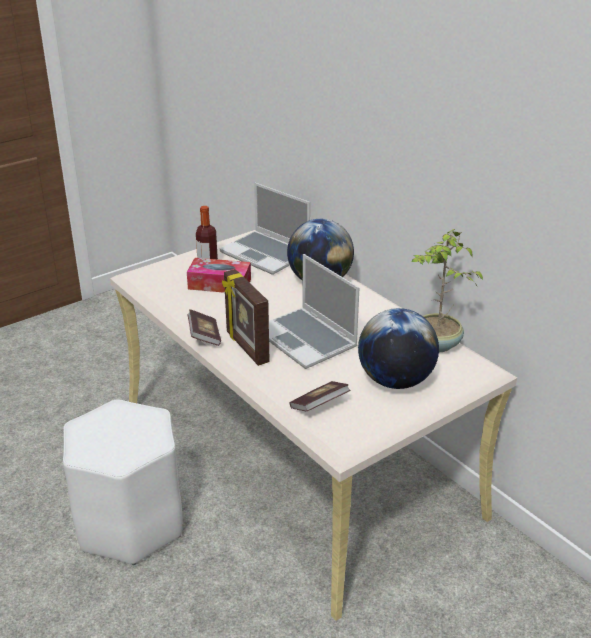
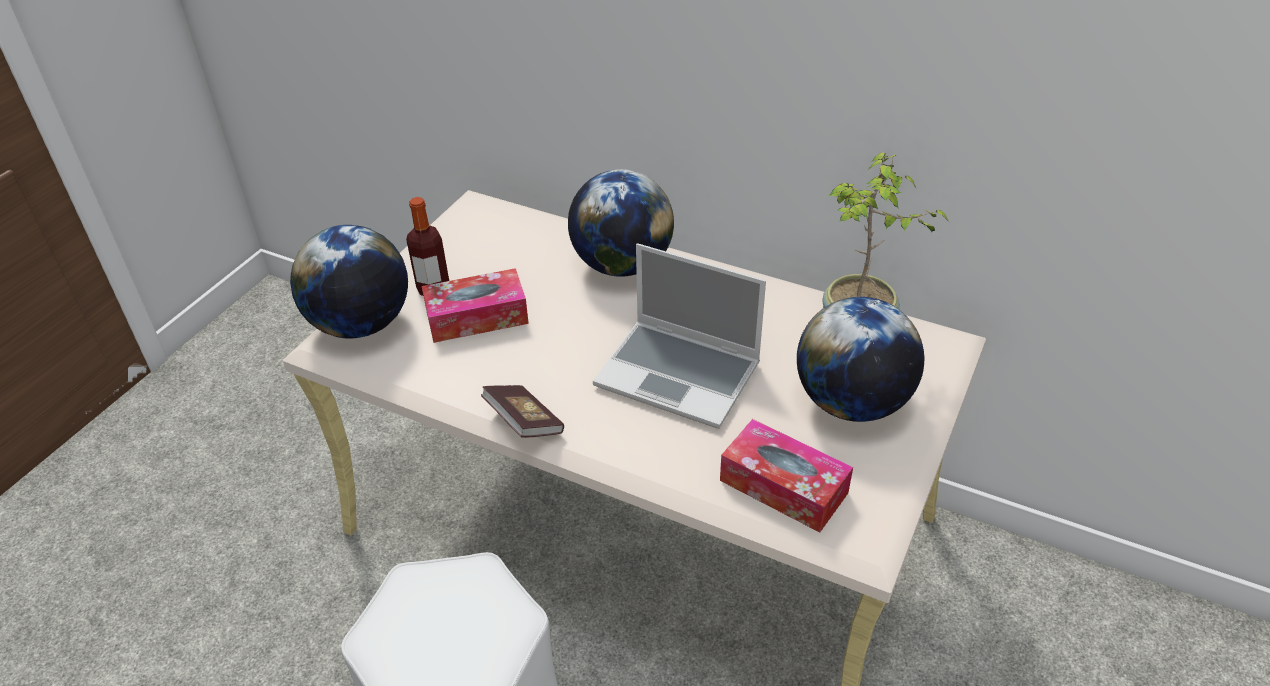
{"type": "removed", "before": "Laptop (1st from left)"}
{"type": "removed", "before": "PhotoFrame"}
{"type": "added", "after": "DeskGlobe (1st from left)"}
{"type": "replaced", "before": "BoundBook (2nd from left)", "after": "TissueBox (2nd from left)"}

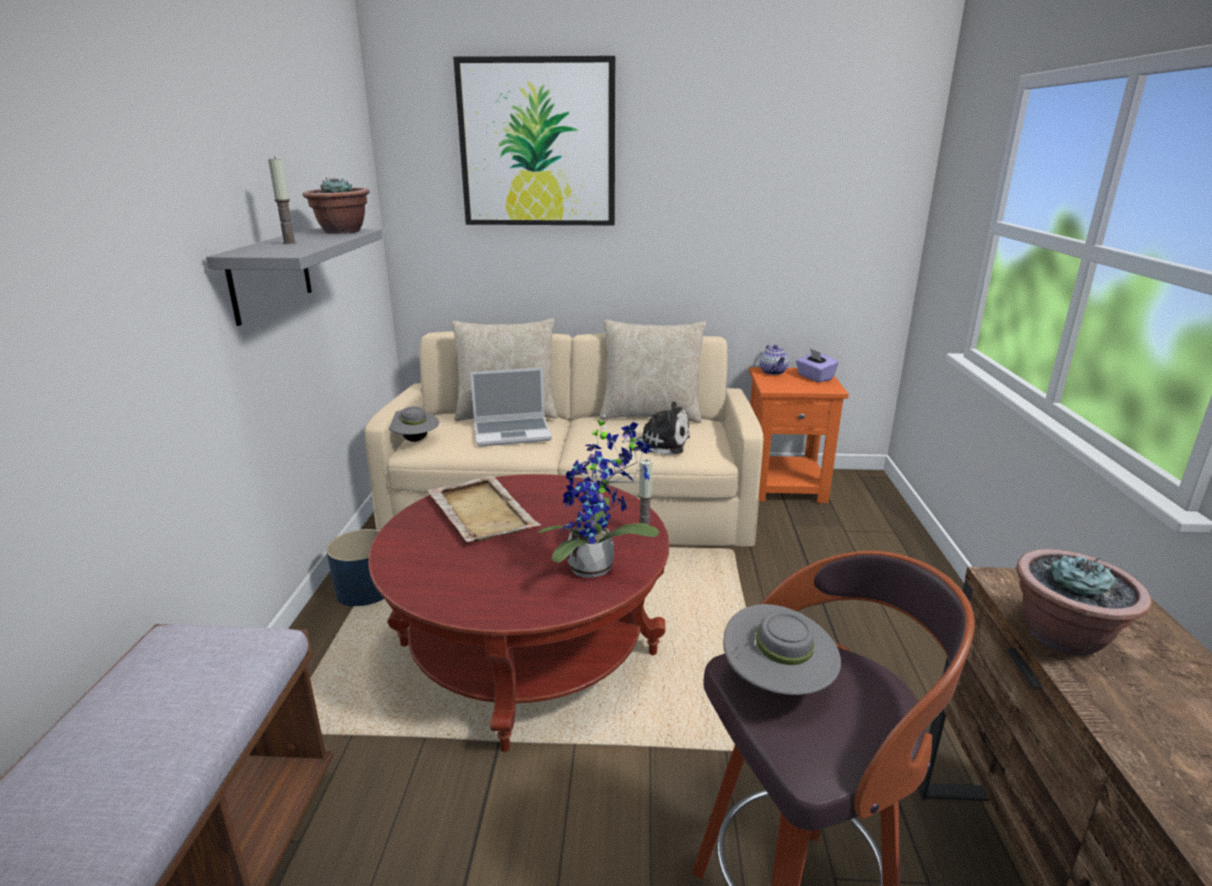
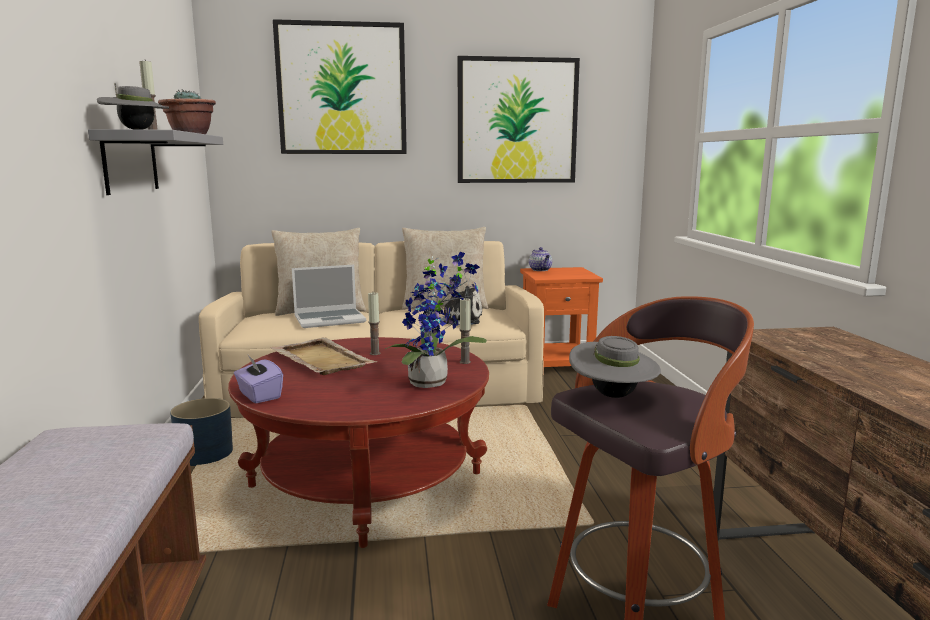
{"type": "removed", "before": "PlantInAPot (3rd from left)"}
{"type": "added", "after": "Candle (2nd from left)"}
{"type": "added", "after": "WallArt (2nd from left)"}
{"type": "moved", "before": "GreyClothingHat (1st from left)"}
{"type": "moved", "before": "PurplishTissueBox"}

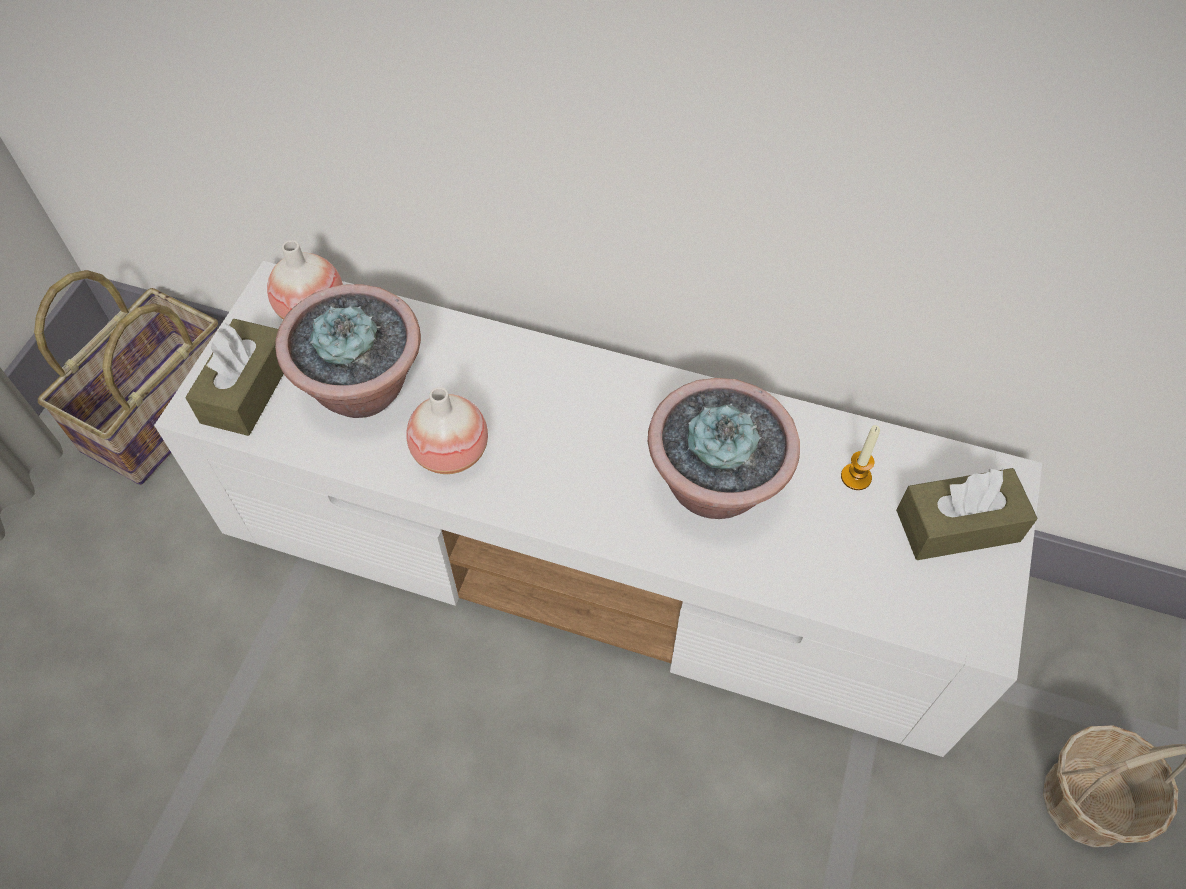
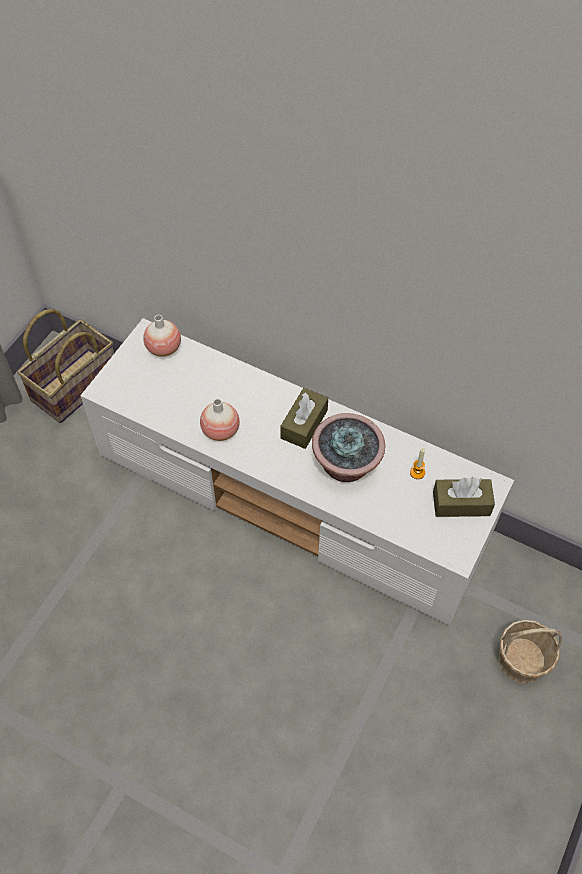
{"type": "removed", "before": "PlantInAPot (1st from left)"}
{"type": "moved", "before": "BrownishTissueBox (1st from left)"}

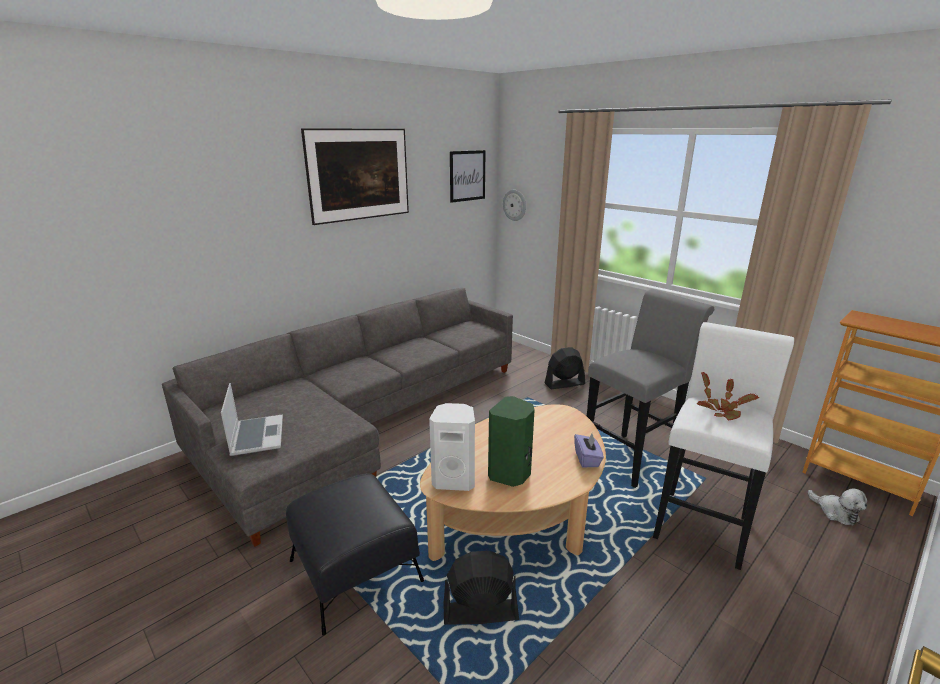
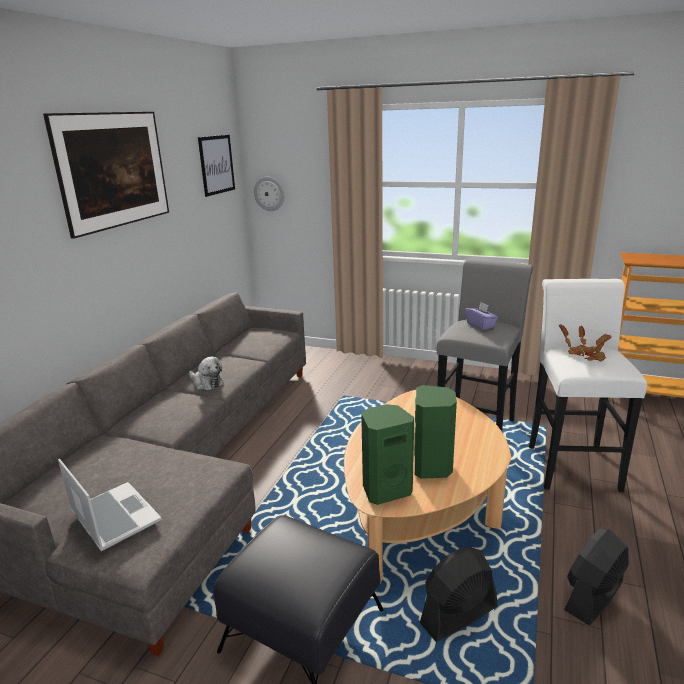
{"type": "moved", "before": "BlackColouredElectricFan (2nd from left)"}
{"type": "moved", "before": "PurplishTissueBox"}
{"type": "moved", "before": "SoftToy"}
{"type": "recoloured", "before": "WhiteColouredSpeaker", "after": "GreenSpeaker (1st from left)"}

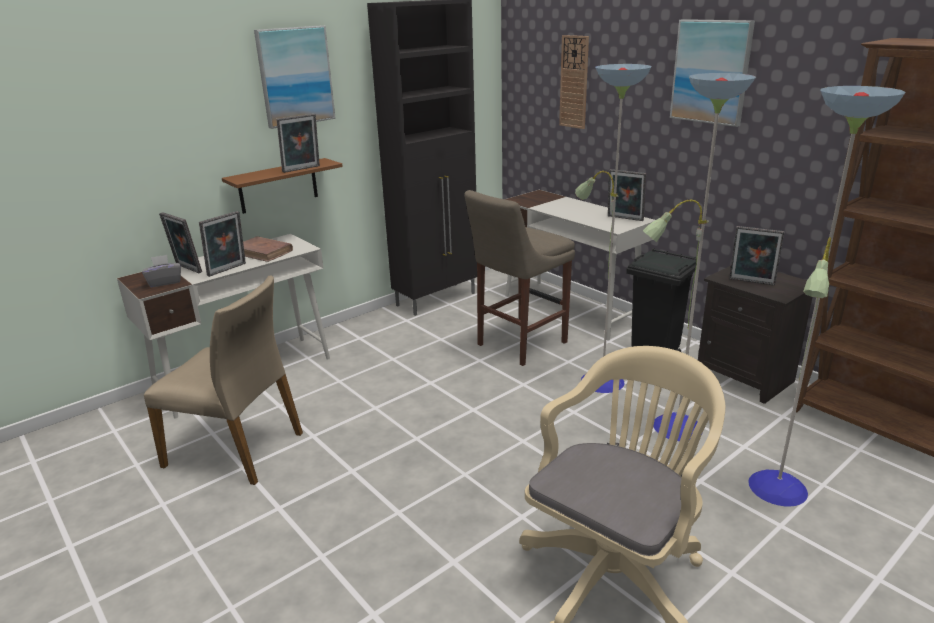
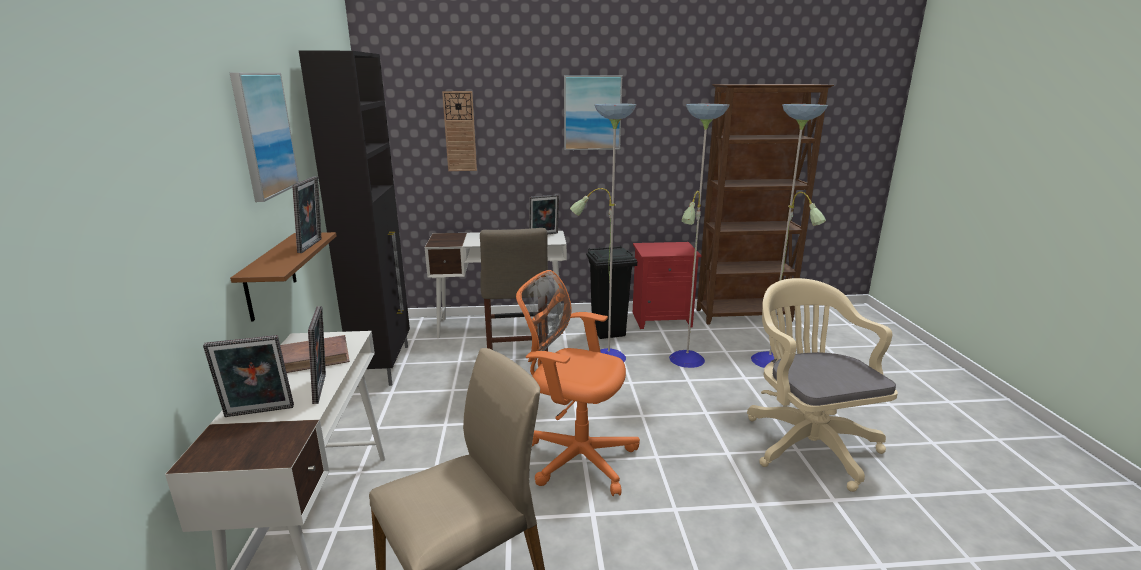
{"type": "removed", "before": "GreyTissueBox"}
{"type": "removed", "before": "PhotoFrame (5th from left)"}
{"type": "added", "after": "OrangeyDeskChair"}
{"type": "recoloured", "before": "BlackColouredNightTable", "after": "RedColouredNightTable"}

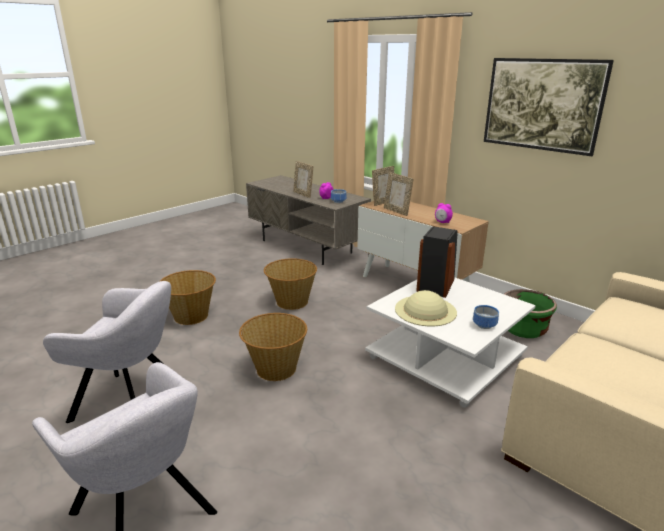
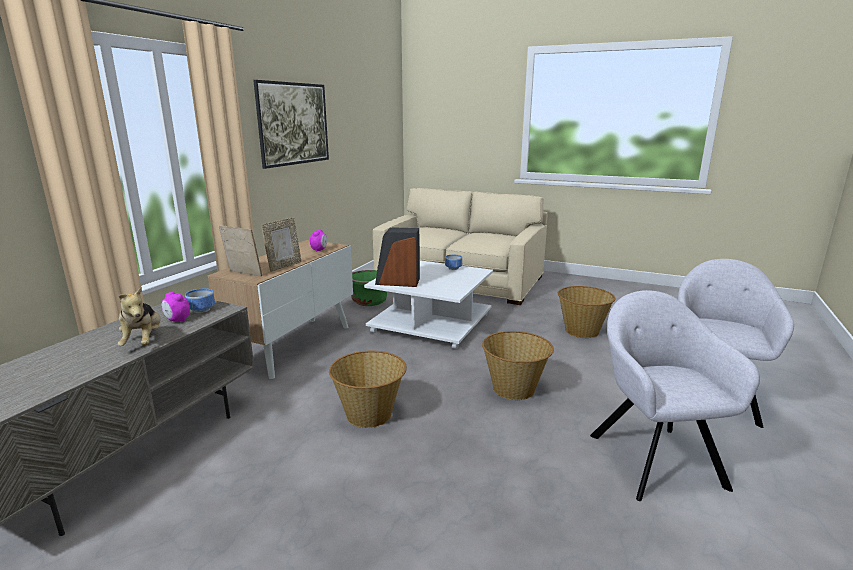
{"type": "removed", "before": "BeigeColouredClothingHat"}
{"type": "moved", "before": "HouseholdBasket (1st from left in the first image)", "after": "HouseholdBasket (3rd from left)"}
{"type": "replaced", "before": "PhotoFrame (1st from left)", "after": "SoftToy"}

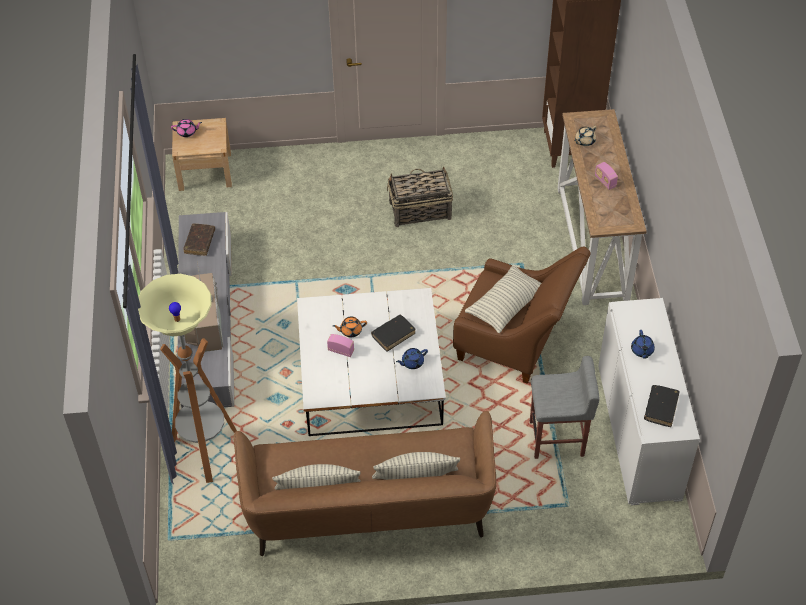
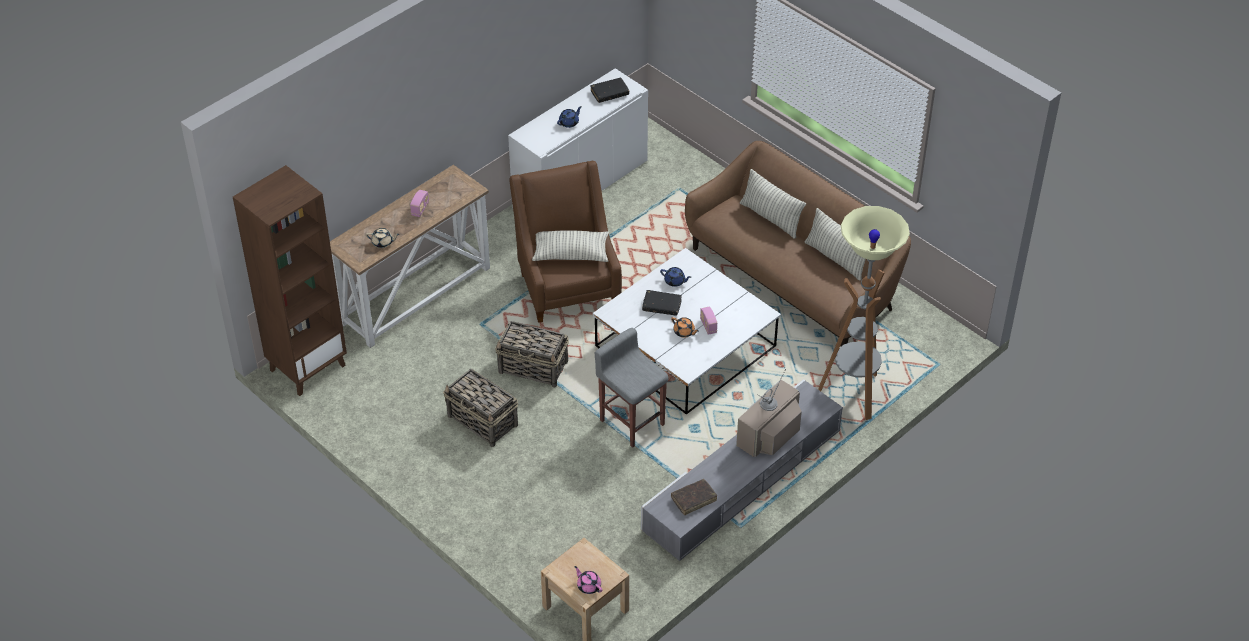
{"type": "added", "after": "HouseholdBasket (2nd from left)"}
{"type": "moved", "before": "GreyStool"}

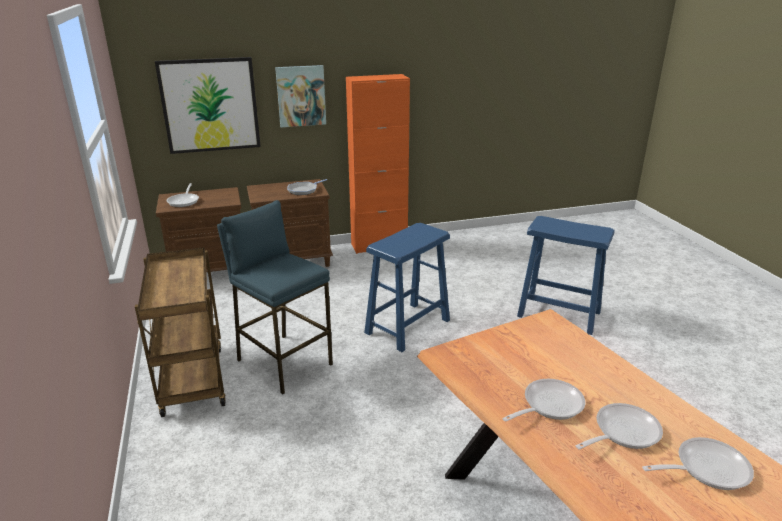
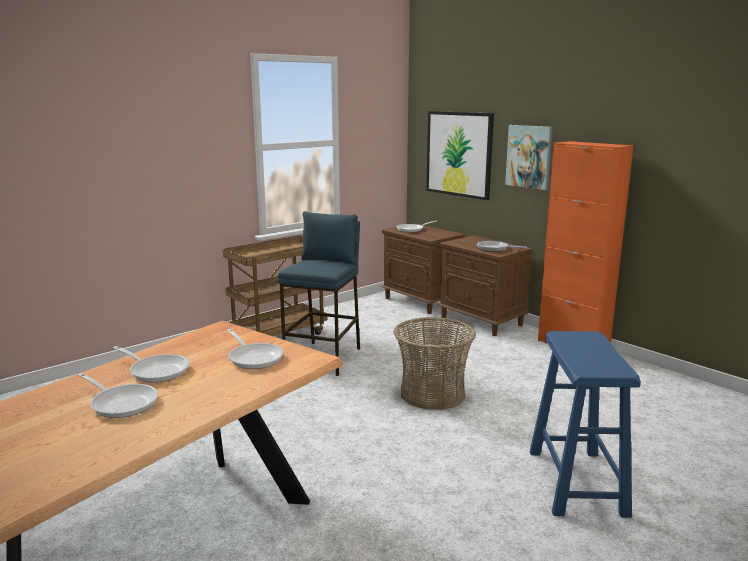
{"type": "moved", "before": "Skillet (5th from left in the first image)", "after": "Skillet (3rd from left)"}
{"type": "replaced", "before": "BlueColouredStool (2nd from left)", "after": "HouseholdBasket"}

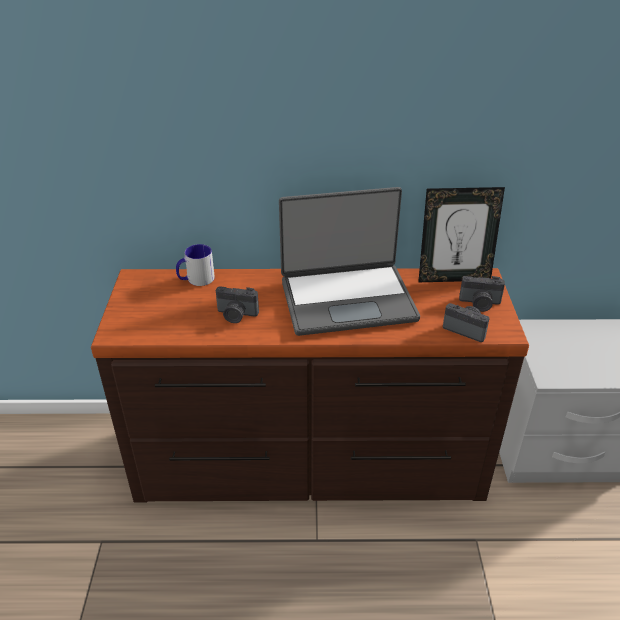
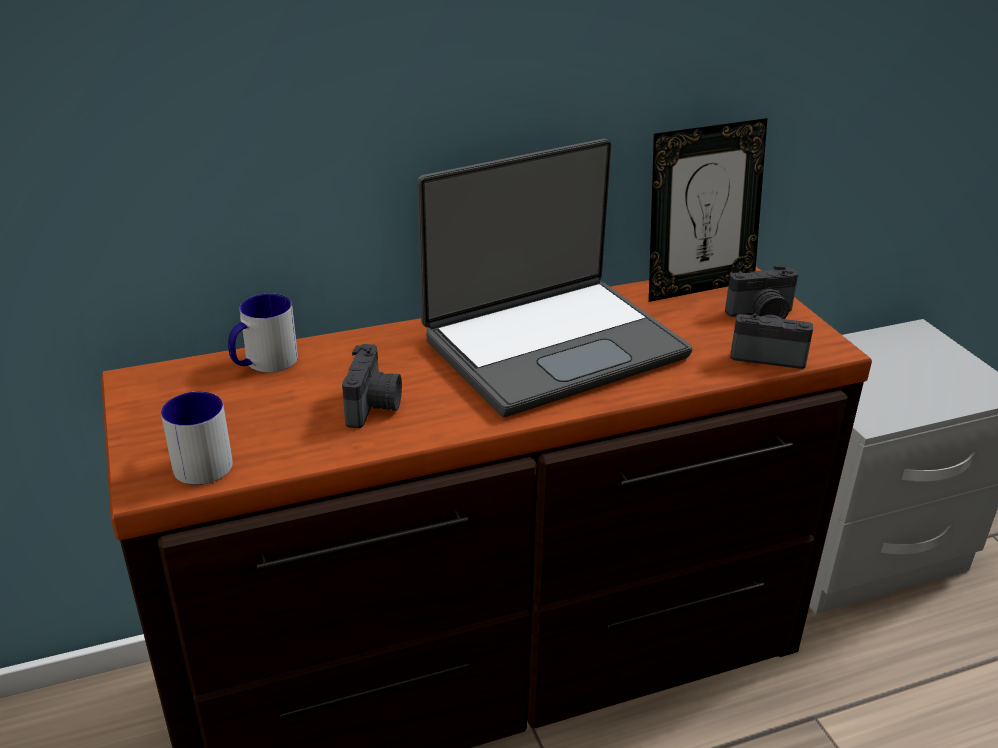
{"type": "added", "after": "Mug (1st from left)"}
{"type": "turned", "before": "StillCamera (1st from left)", "turn": -75}

